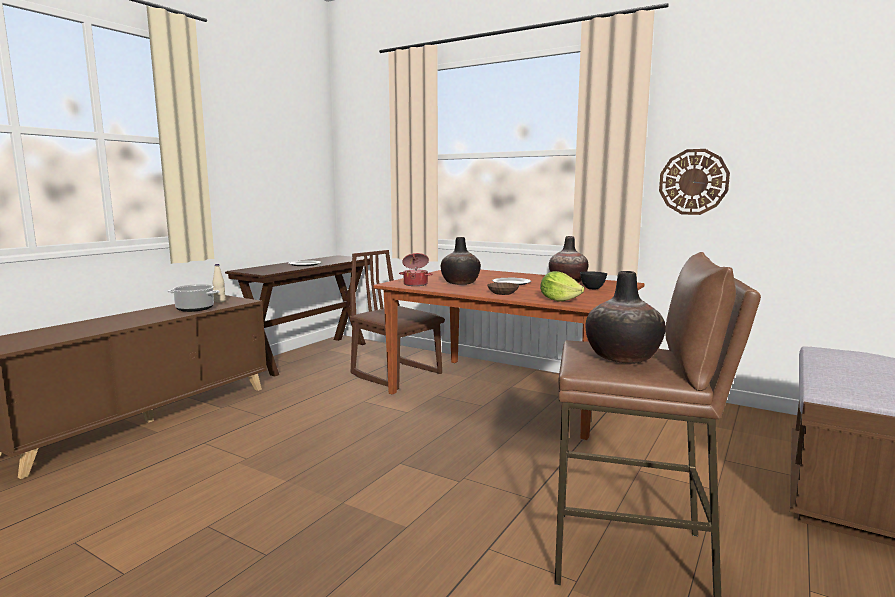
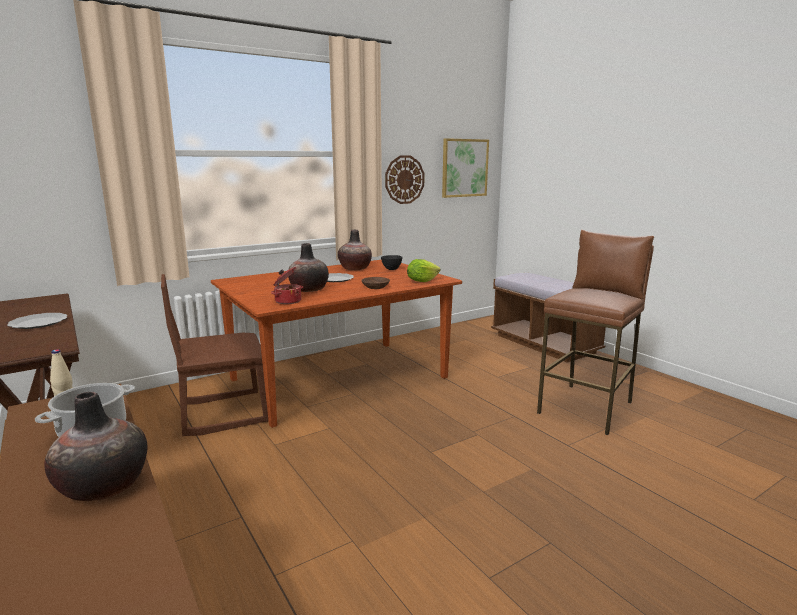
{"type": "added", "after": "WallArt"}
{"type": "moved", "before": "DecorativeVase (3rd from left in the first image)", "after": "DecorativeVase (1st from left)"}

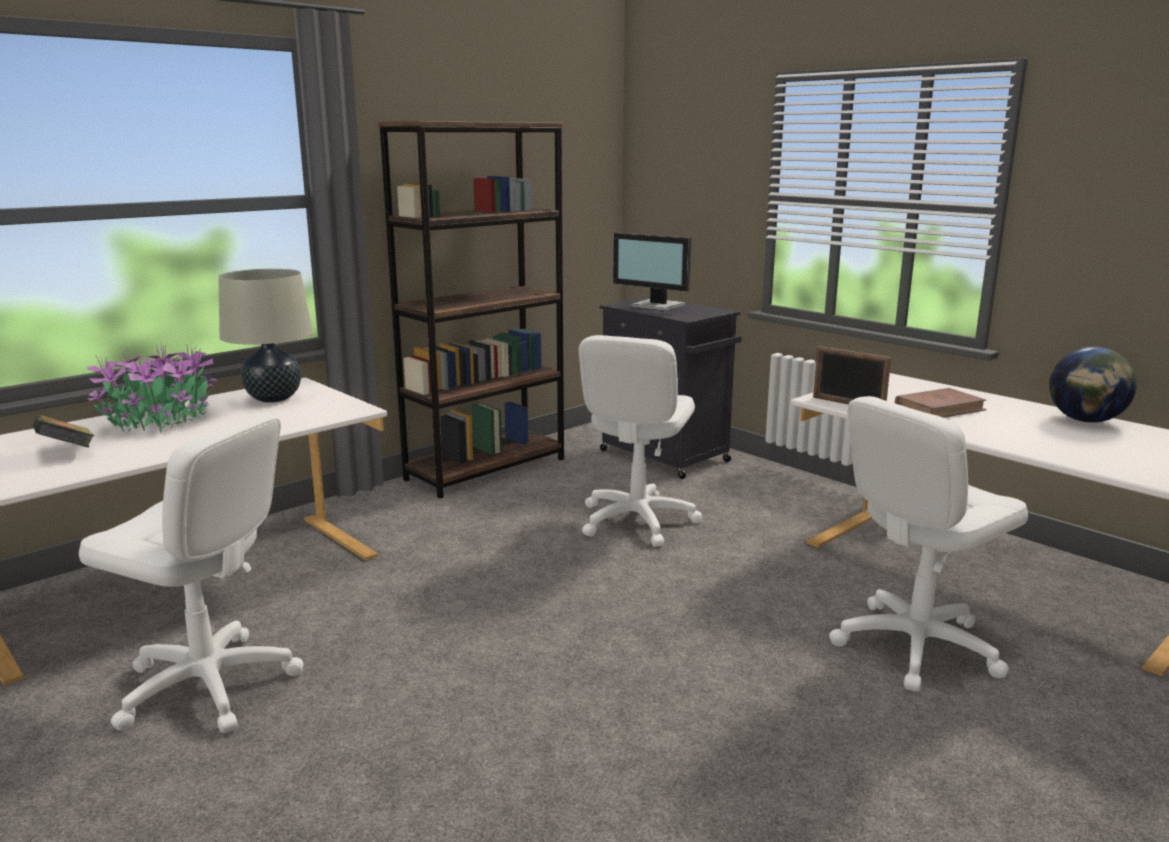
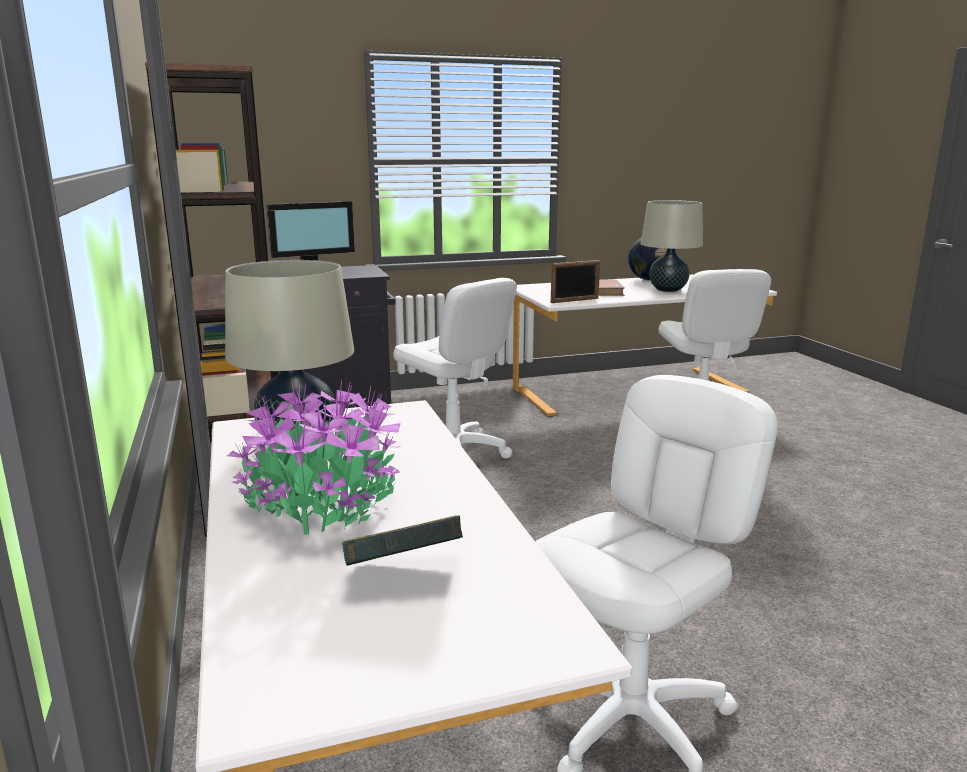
{"type": "added", "after": "BeigeColouredTabletopLamp (2nd from left)"}

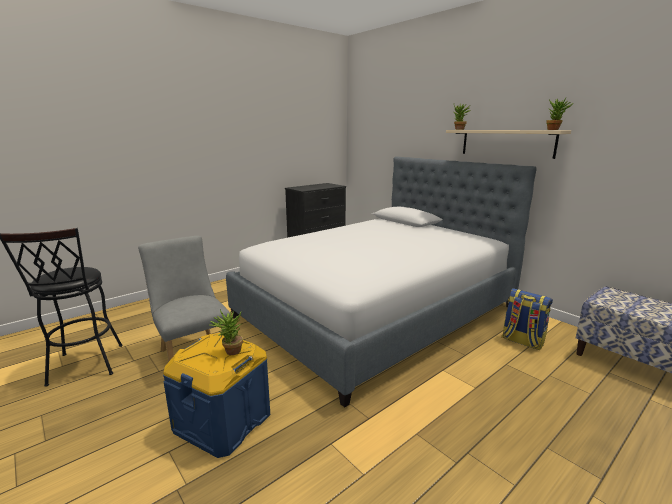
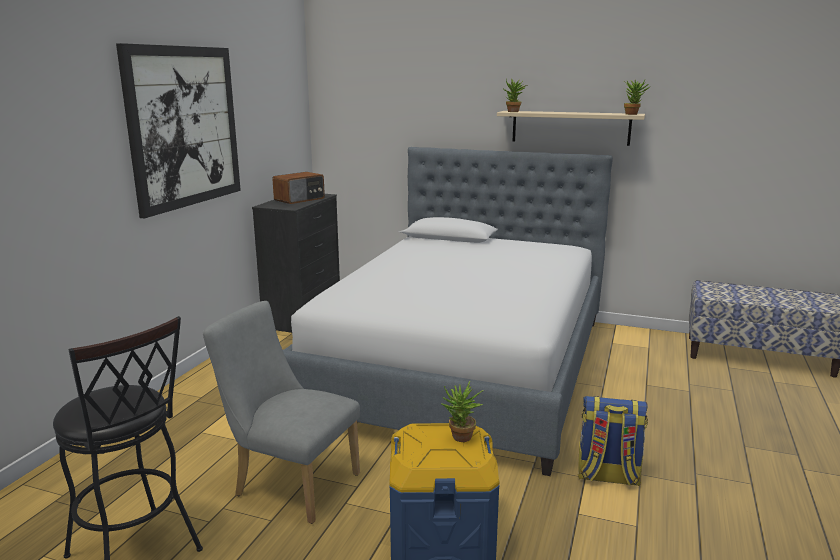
{"type": "added", "after": "WallArt"}
{"type": "added", "after": "RadioSet"}
{"type": "moved", "before": "Knapsack"}

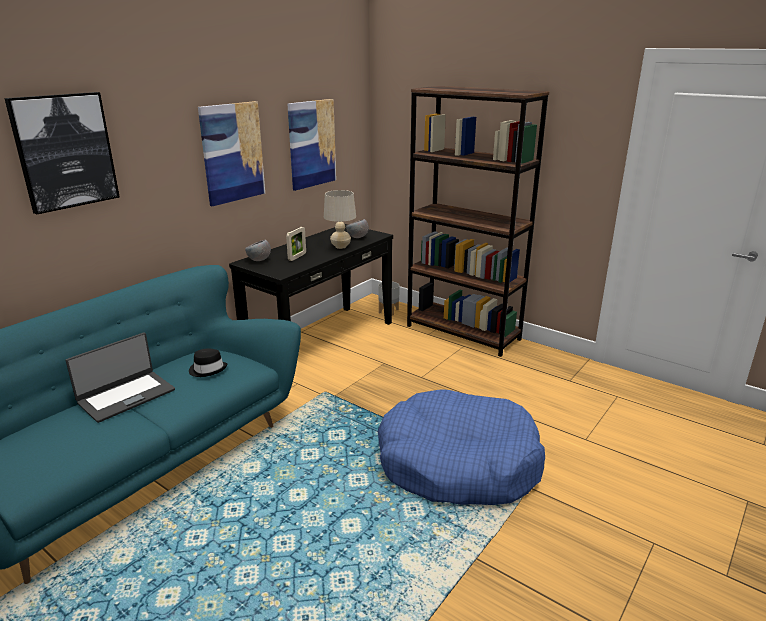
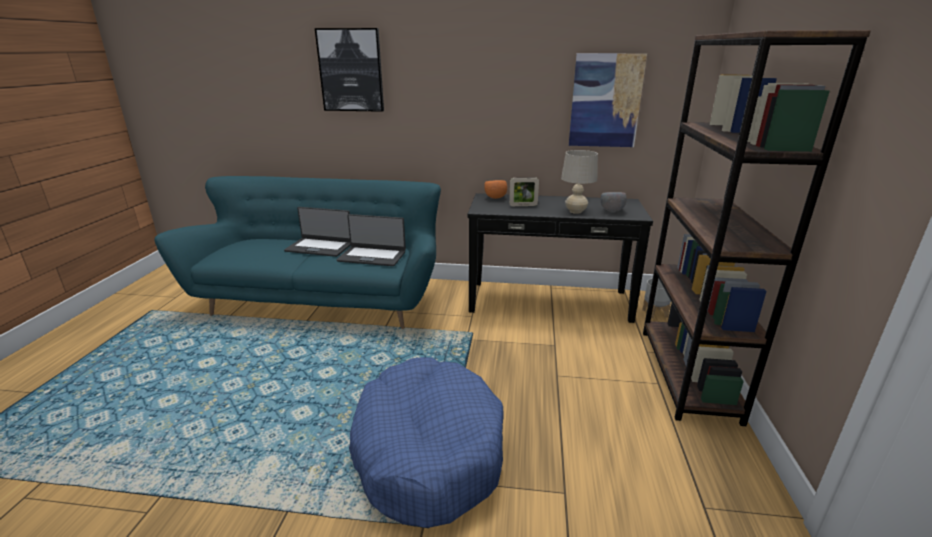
{"type": "removed", "before": "WallArt (2nd from left)"}
{"type": "replaced", "before": "BlackColouredClothingHat", "after": "Laptop (2nd from left)"}
{"type": "recoloured", "before": "GreyServingBowl (1st from left)", "after": "OrangeyServingBowl"}

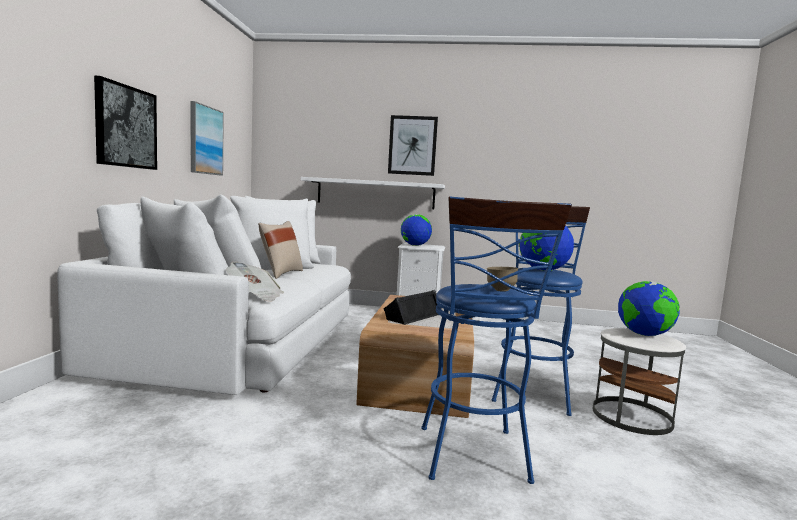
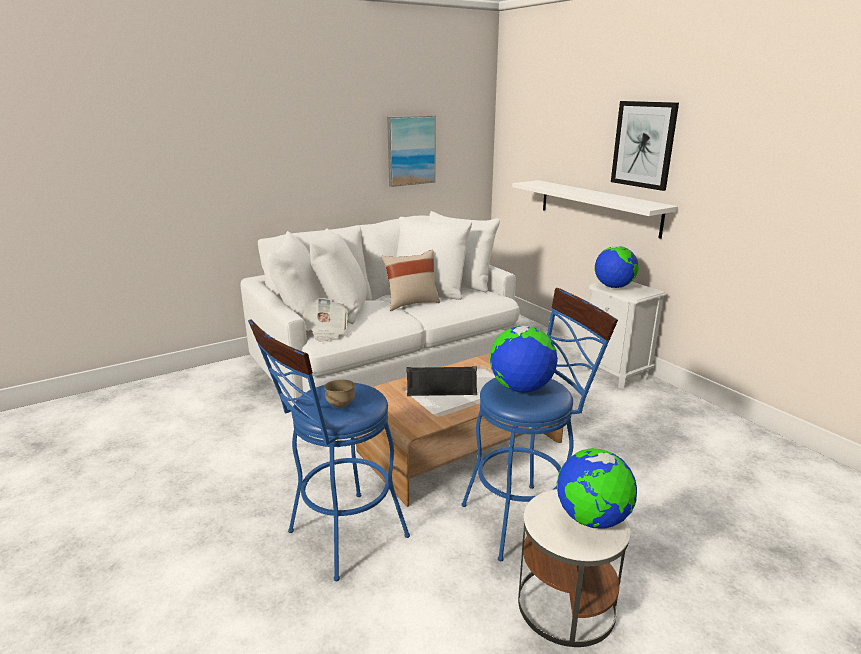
{"type": "removed", "before": "WallArt (1st from left)"}

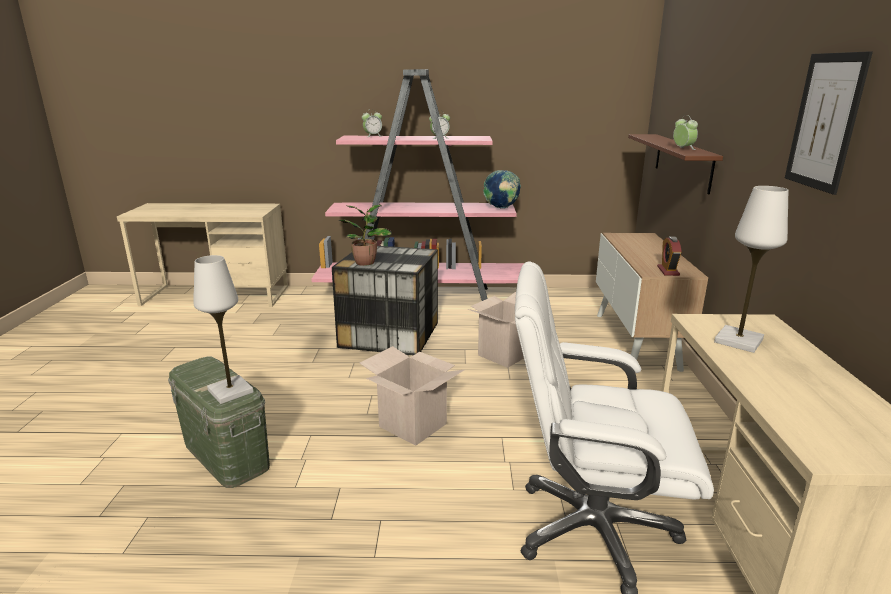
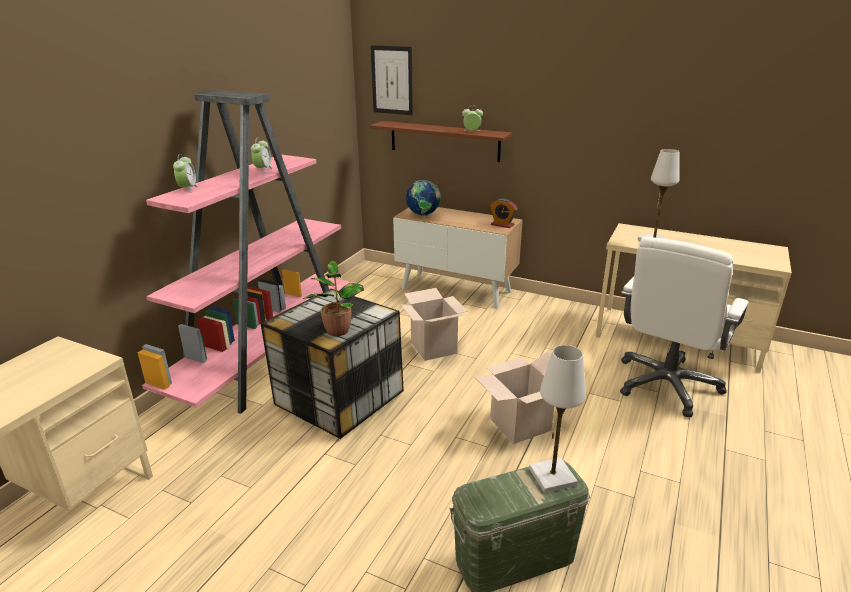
{"type": "moved", "before": "DeskGlobe"}
{"type": "moved", "before": "WallArt"}

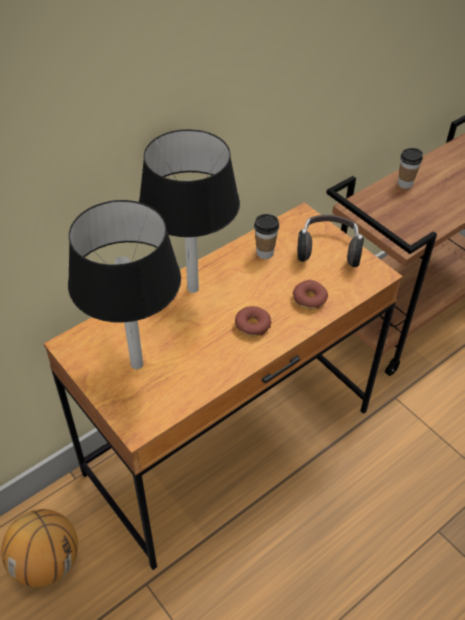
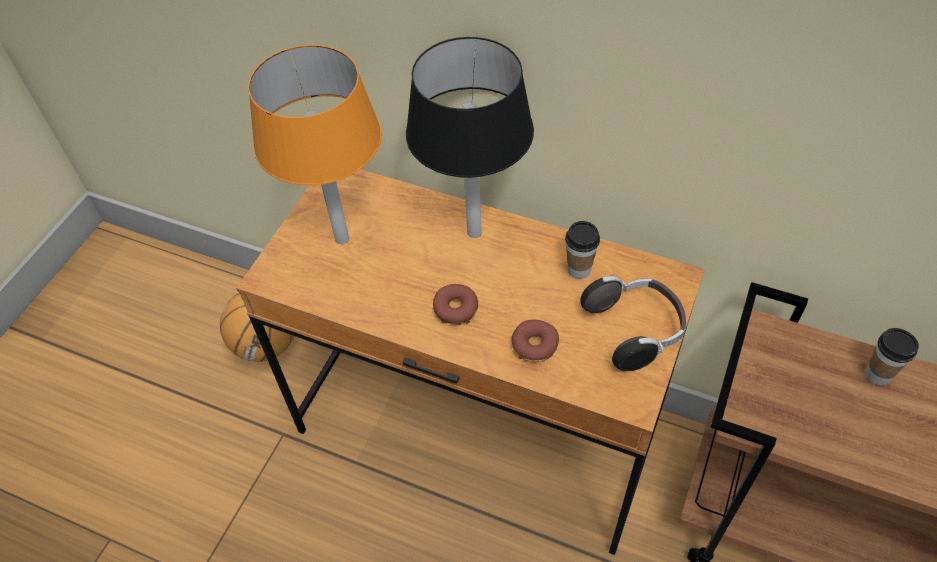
{"type": "recoloured", "before": "BlackColouredTabletopLamp (1st from left)", "after": "OrangeyTabletopLamp"}

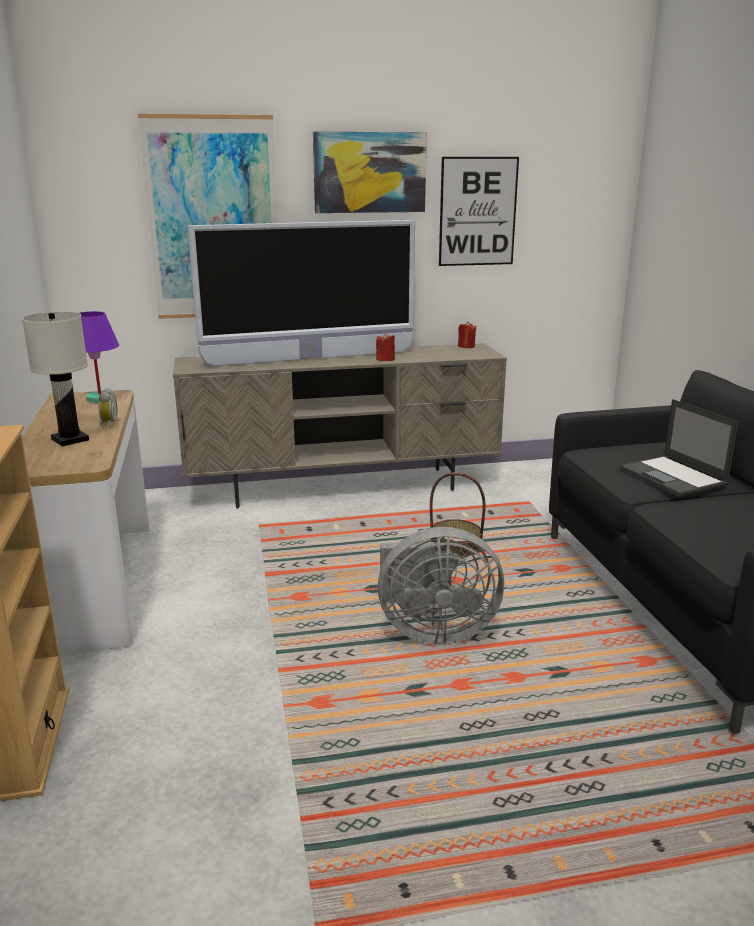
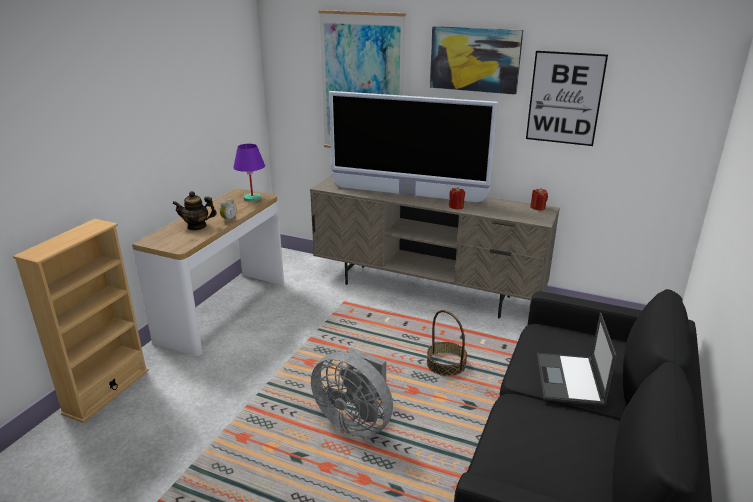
{"type": "replaced", "before": "WhiteColouredTabletopLamp", "after": "TeaPot"}

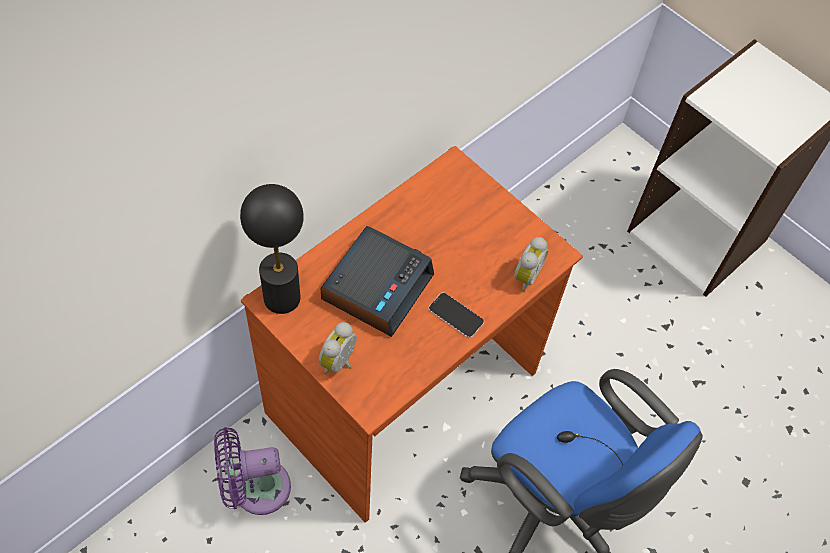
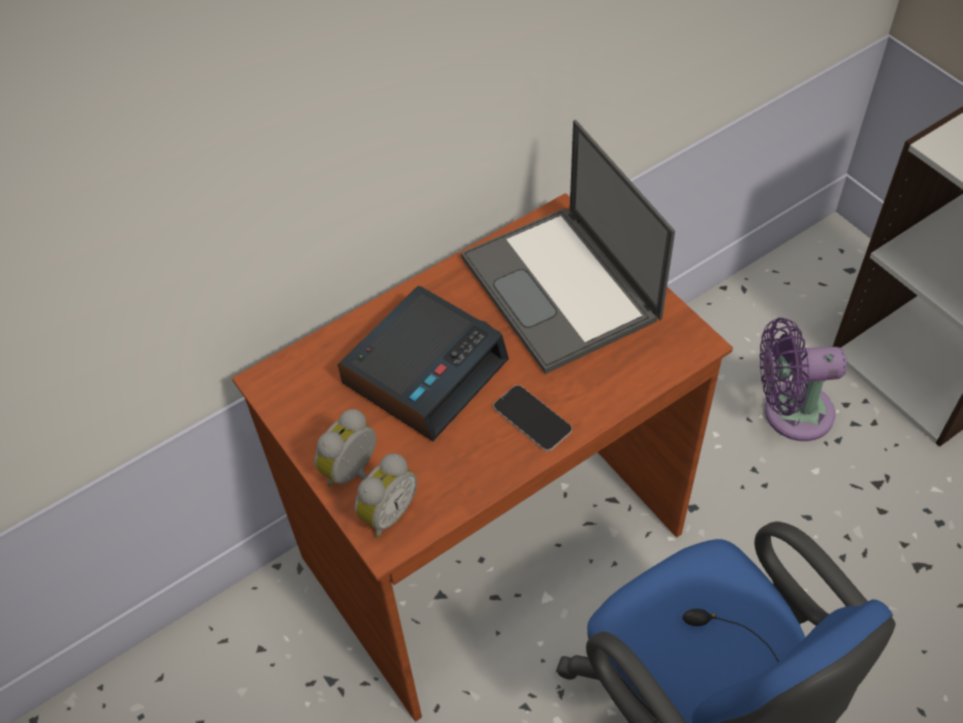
{"type": "removed", "before": "BlackColouredTabletopLamp"}
{"type": "added", "after": "Laptop"}
{"type": "moved", "before": "PurplishElectricFan"}
{"type": "moved", "before": "AlarmClock (3rd from left in the first image)", "after": "AlarmClock (2nd from left)"}

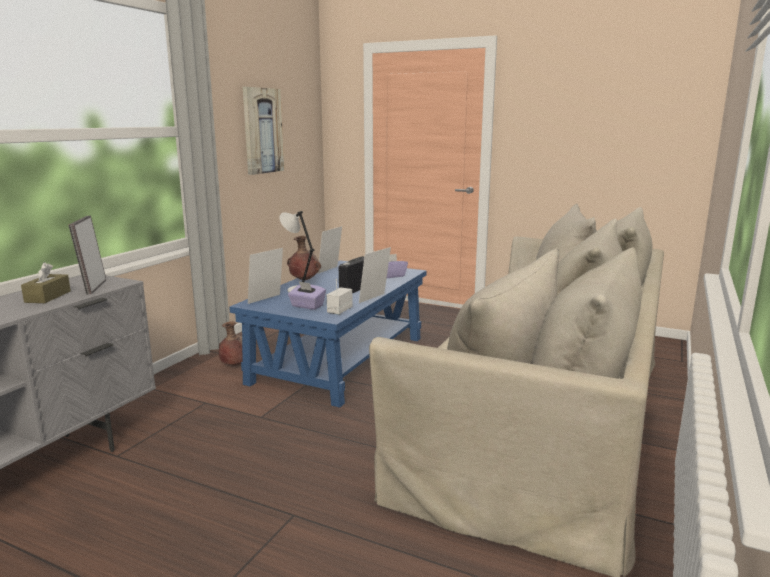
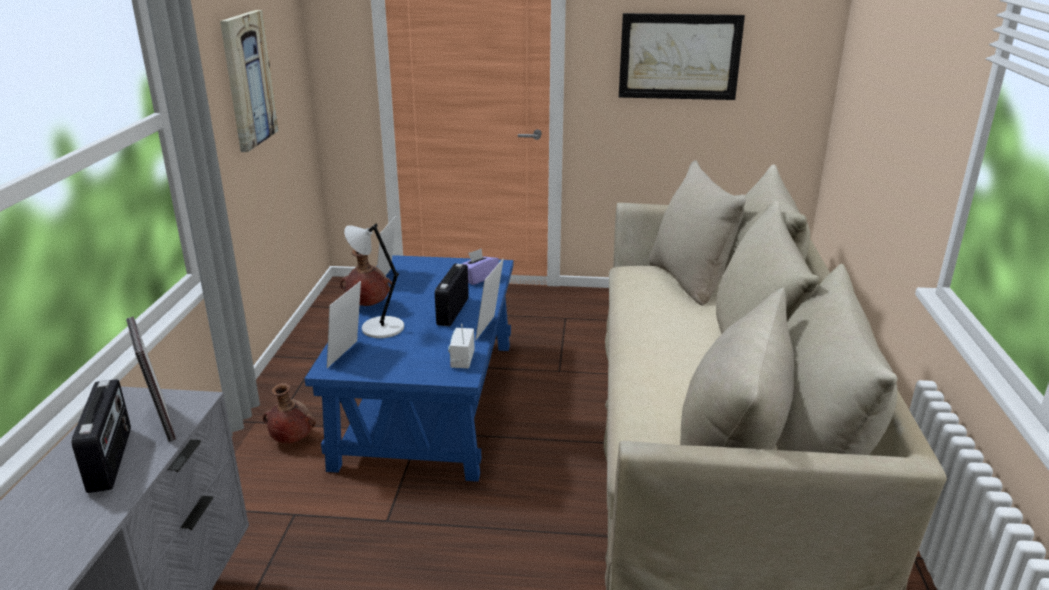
{"type": "removed", "before": "PurplishTissueBox (1st from left)"}
{"type": "added", "after": "WallArt (2nd from left)"}
{"type": "replaced", "before": "BrownishTissueBox", "after": "RadioSet (1st from left)"}

